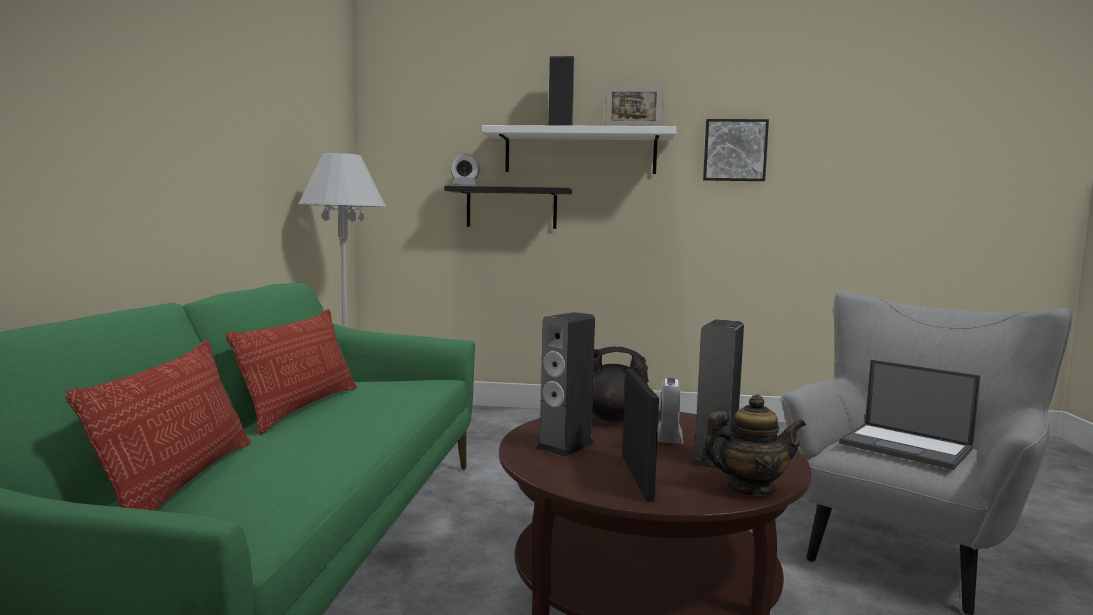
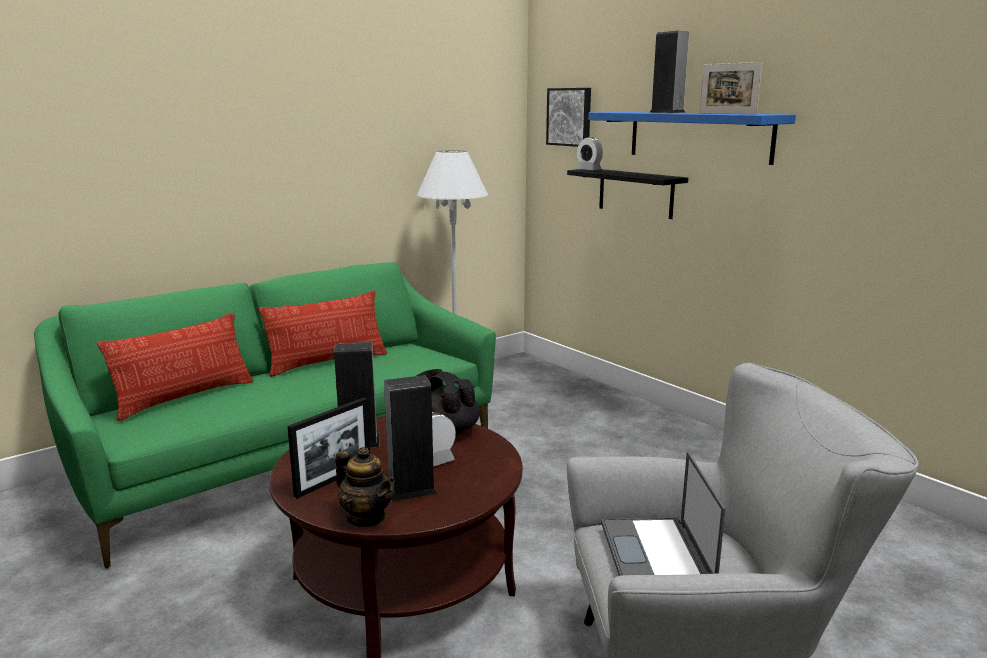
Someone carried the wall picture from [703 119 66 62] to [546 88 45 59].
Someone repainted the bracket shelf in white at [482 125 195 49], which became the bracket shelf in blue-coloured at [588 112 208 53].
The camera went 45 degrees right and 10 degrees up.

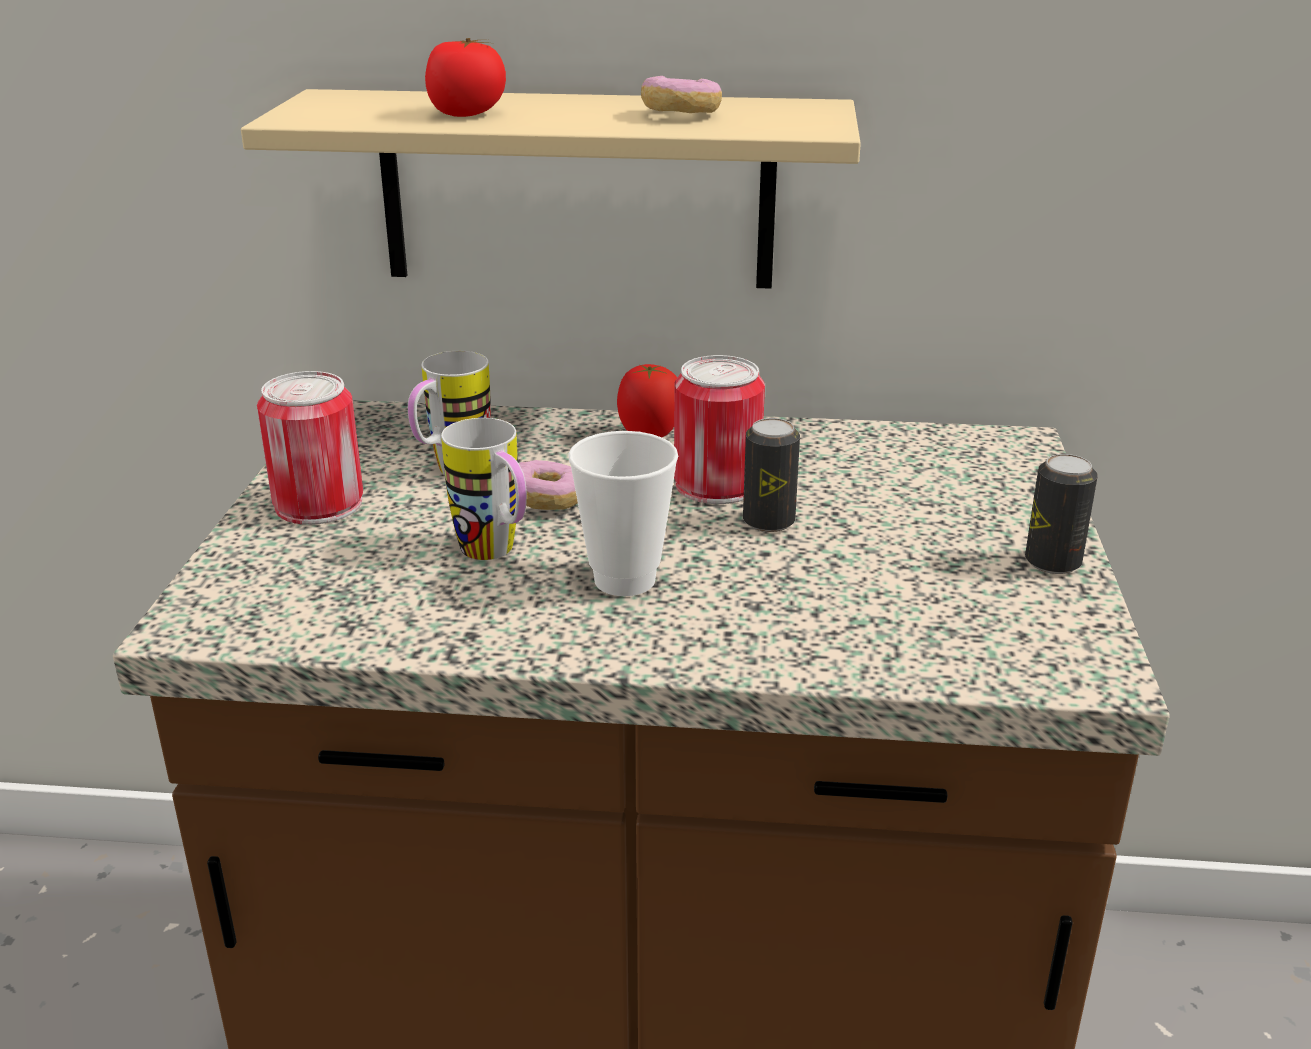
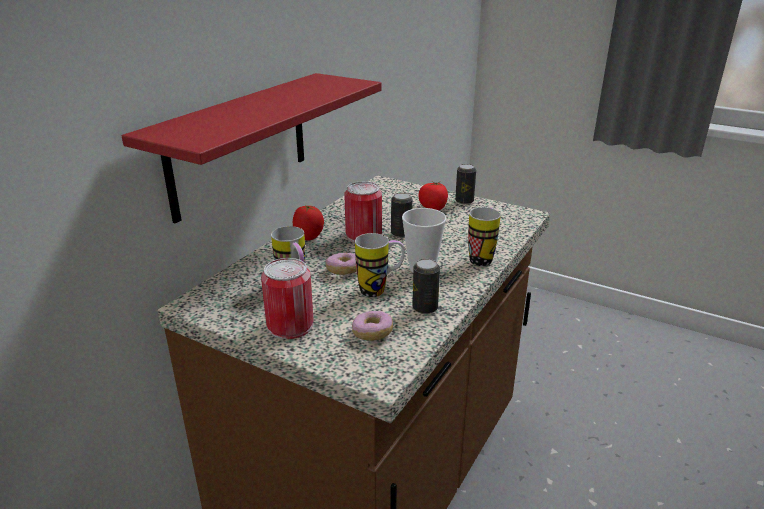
Someone repainted the bracket shelf in beige at [241 89 620 200], which became the bracket shelf in red-coloured at [122 73 259 150].
Someone carried the donut from [641 76 81 37] to [352 311 41 30].
Someone put down the sealed can at [412 259 28 55].
Someone carried the tomato from [425 38 81 79] to [418 181 30 29].
Someone put down the coffee mug at [468 207 33 59].
The camera went 65 degrees left and 0 degrees up.

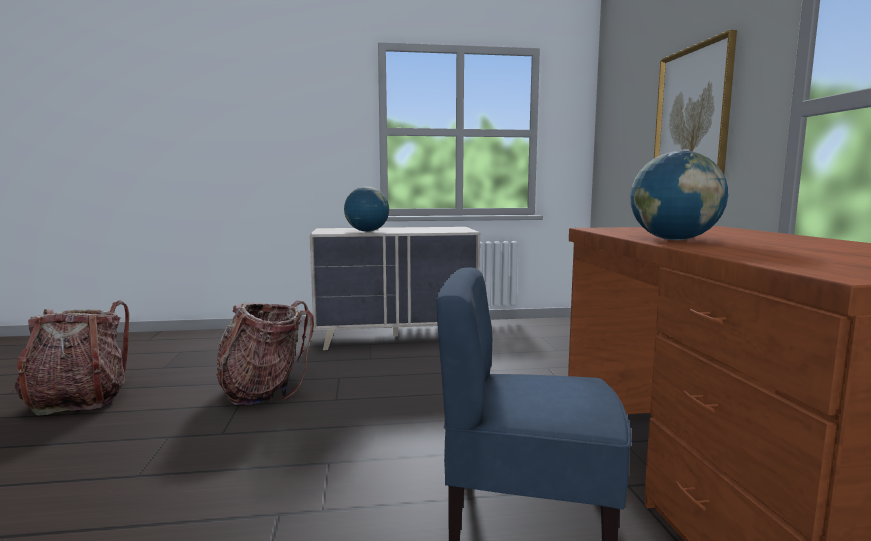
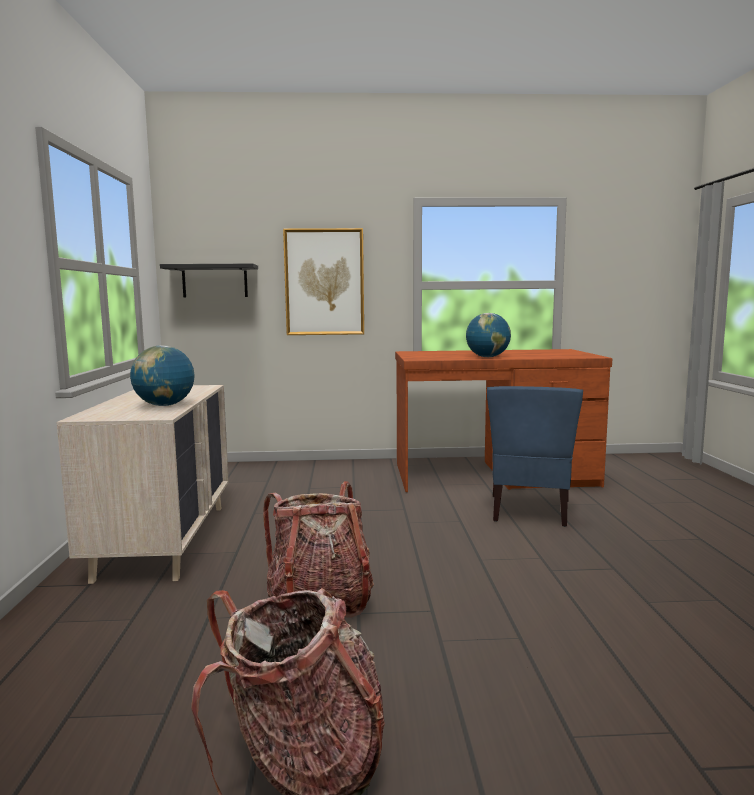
Someone put up the bracket shelf in blackish at [160 263 98 35].
The camera went 85 degrees left and 0 degrees up.

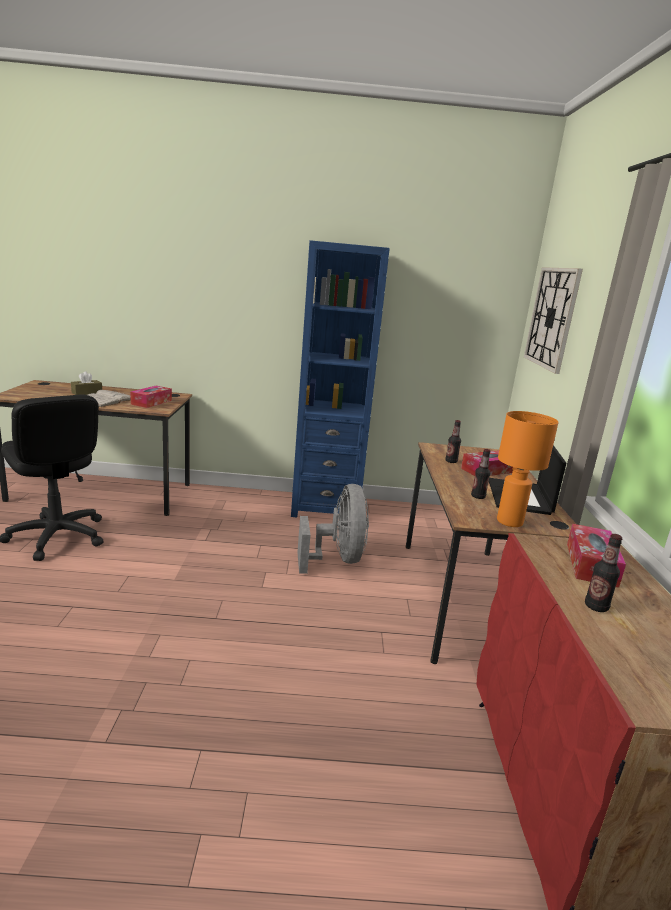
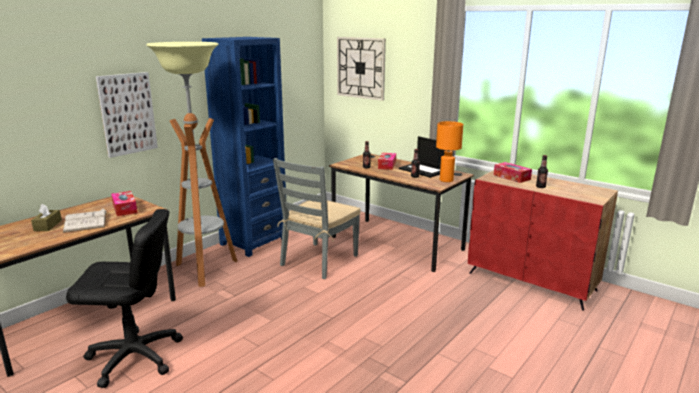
Someone put up the wall picture at [96 72 62 86].
Someone put down the standard lamp at [146 42 91 245].
Someone swapped the electric fan in greyish at [297 484 72 90] for the chair in greyish at [273 158 88 121].
The camera went 50 degrees left and 0 degrees up.

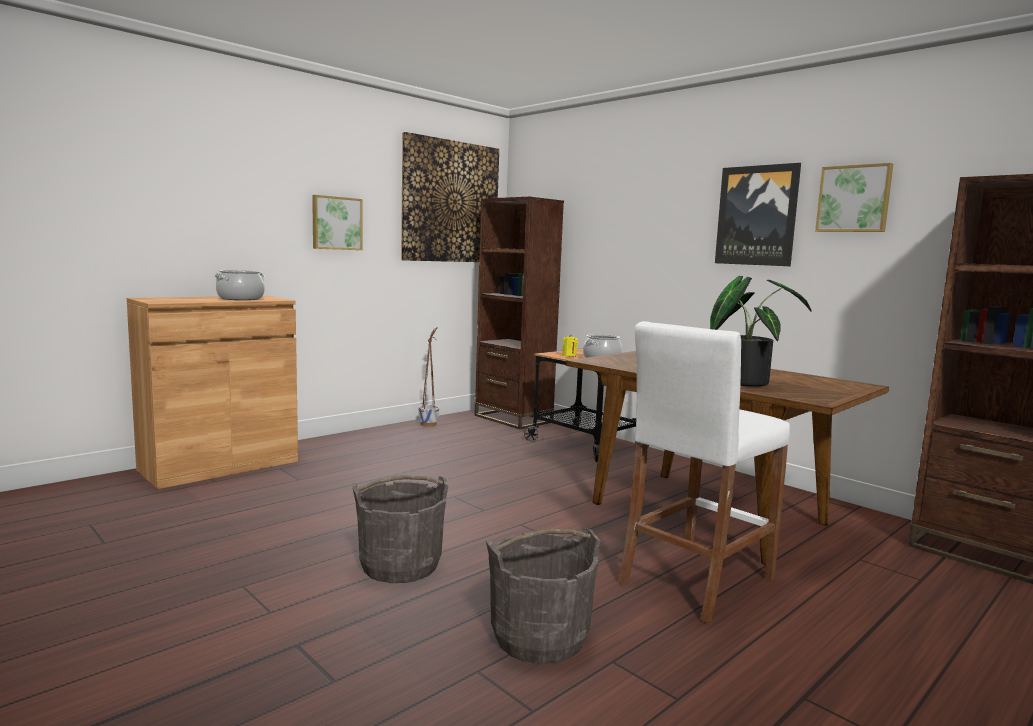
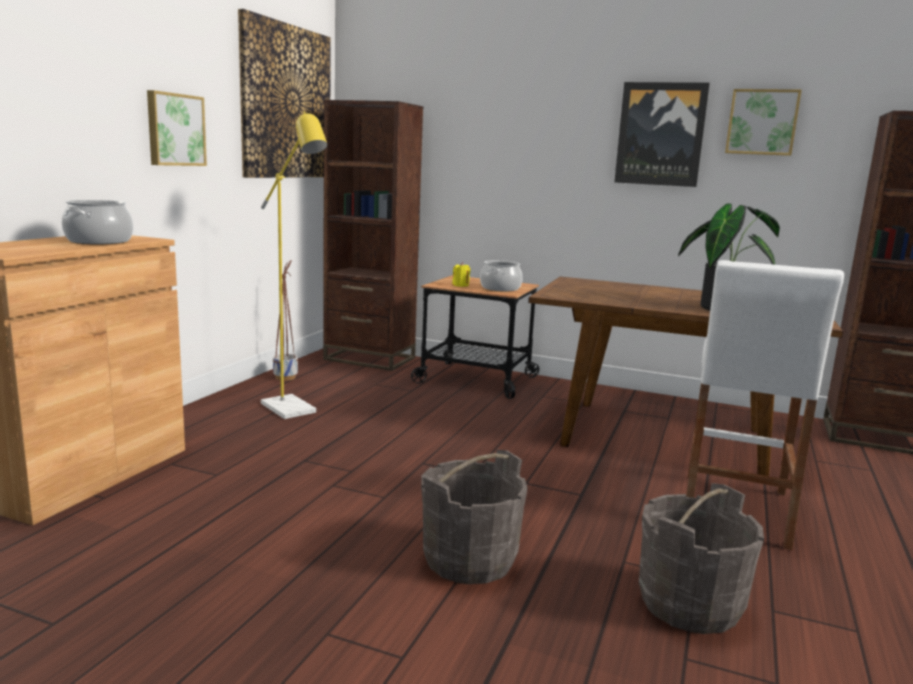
Someone put down the standard lamp in yellow at [261 111 66 308].
The camera went 25 degrees left and 5 degrees up.

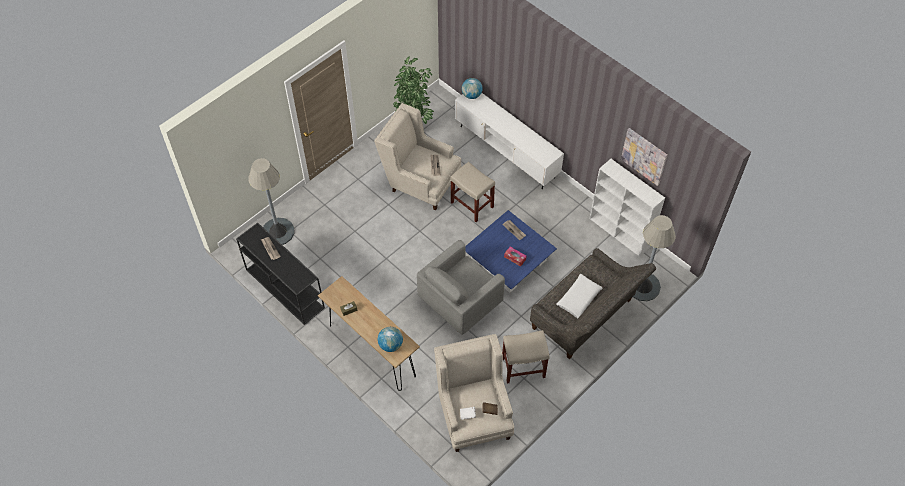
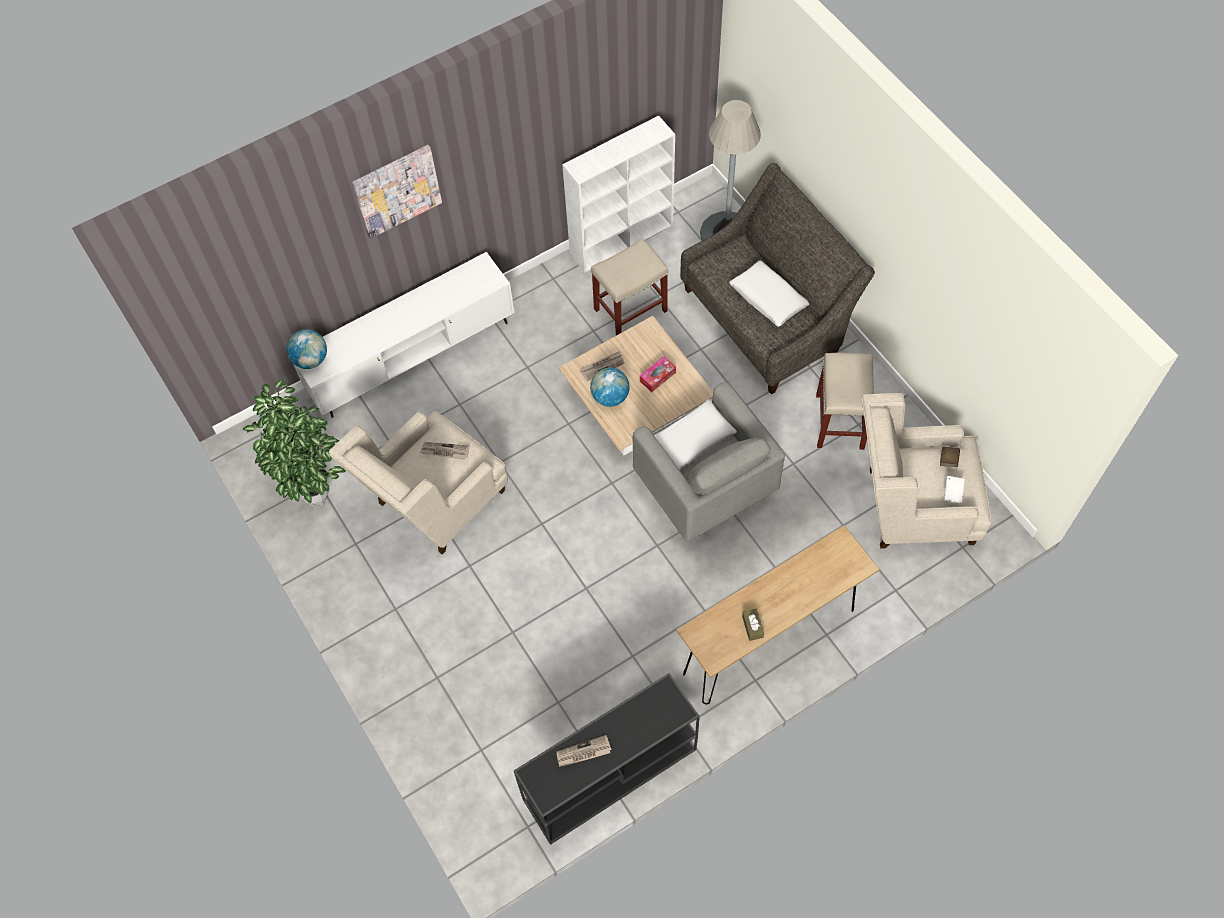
Someone carried the wall picture from [621 128 46 58] to [352 145 90 94].
Someone repainted the lounge table in blue-coloured at [465 210 92 83], which became the lounge table in beige at [558 316 155 140].
Someone carried the globe from [378 327 25 25] to [590 367 40 40].
Someone carried the stool in beige from [450 162 45 60] to [591 238 77 98].
Someone put down the throw pillow in white at [654 399 83 71].
Someone took away the standard lamp in greyish at [248 158 46 87].
The camera went 75 degrees left and 5 degrees up.

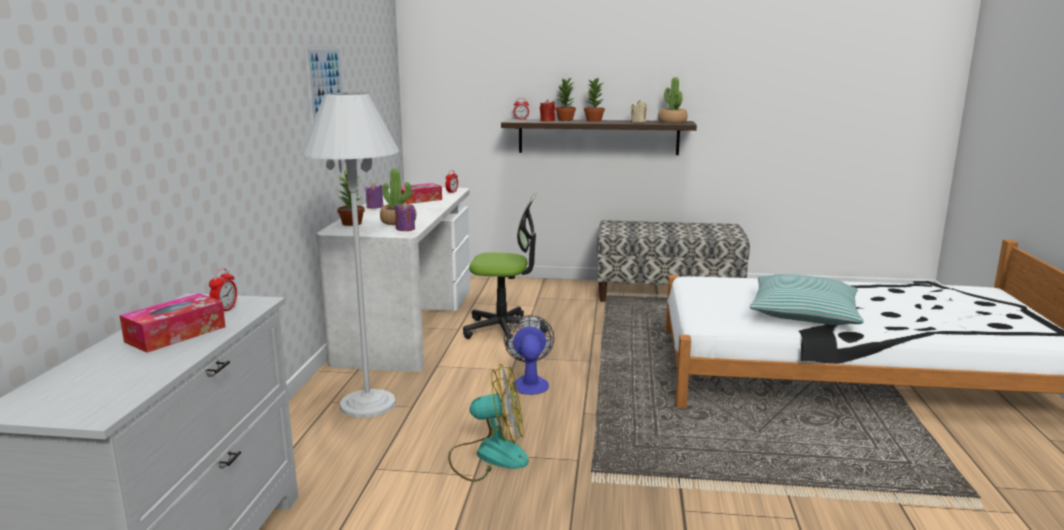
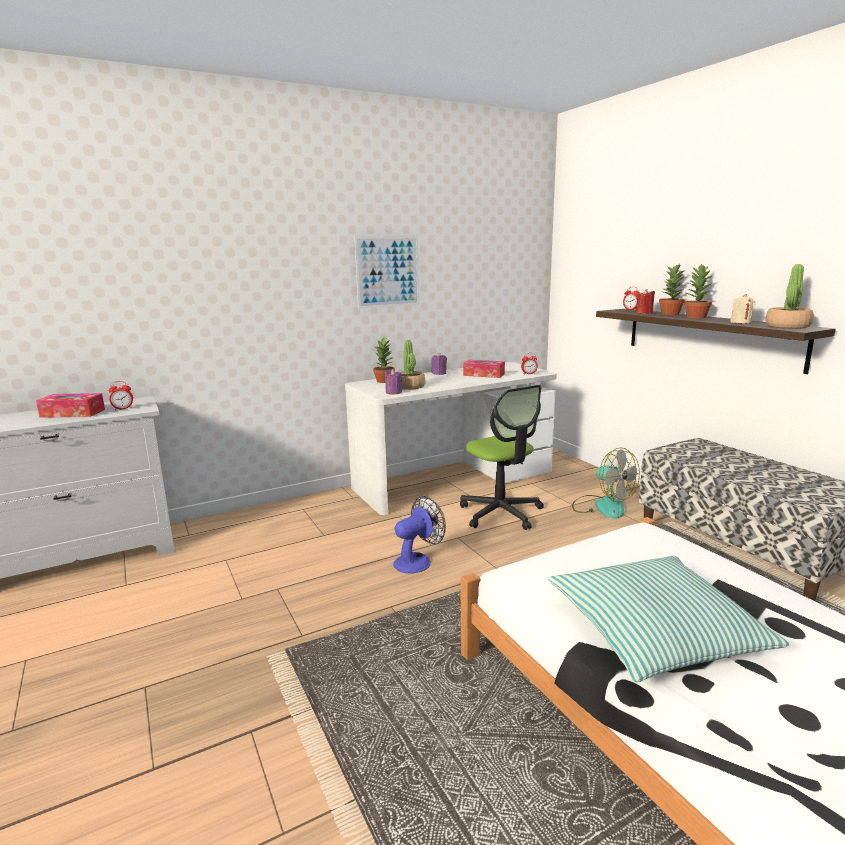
Someone carried the electric fan from [448 364 81 118] to [572 447 68 72].
Someone took away the standard lamp in white at [300 92 99 326].
The camera went 55 degrees right and 0 degrees up.

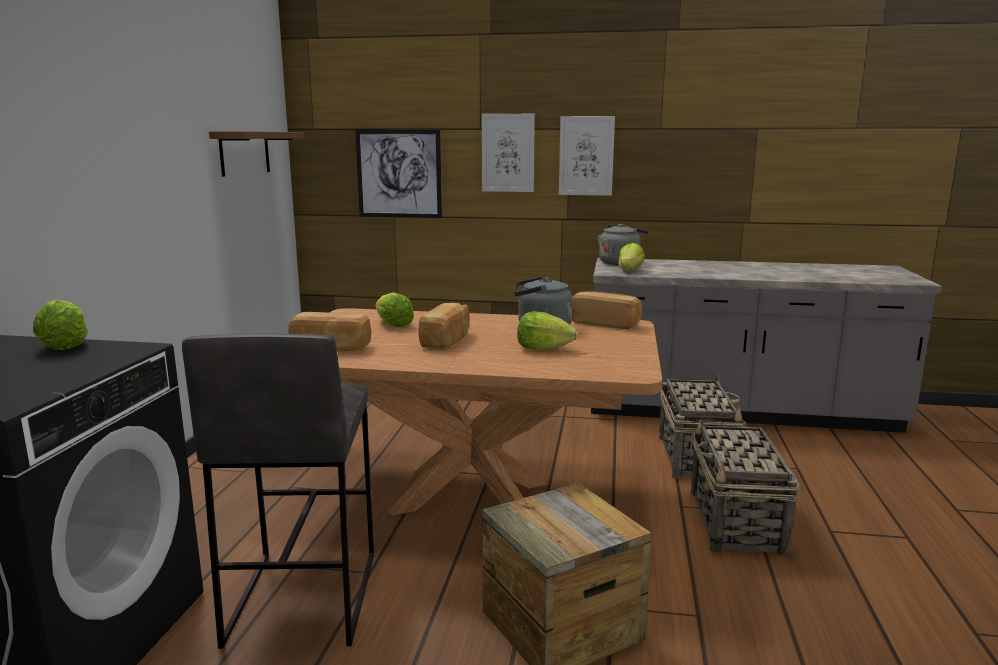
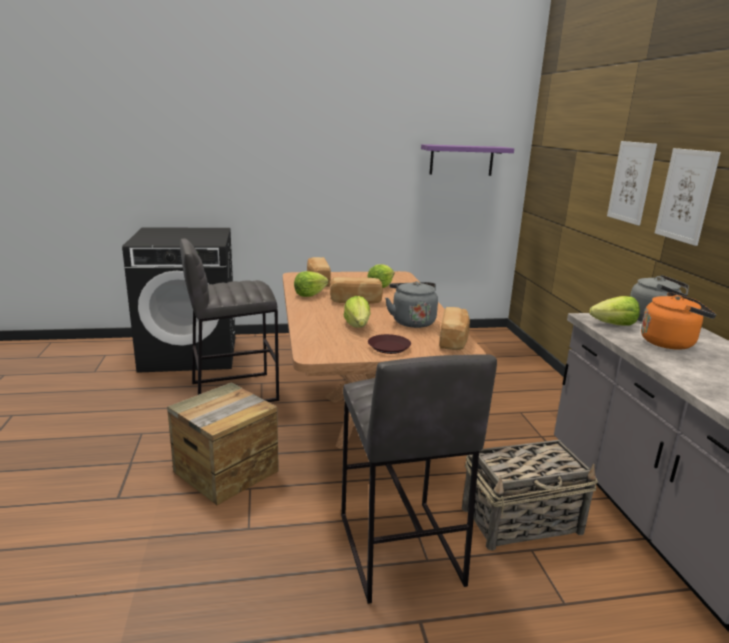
Someone carried the lettuce head from [33 299 55 51] to [294 271 35 26].
Someone swapped the basket at [690 418 110 138] for the stool in greyish at [341 354 156 250].
Someone put down the plate in brownish at [368 334 43 20].
Someone repainted the bracket shelf in brownish at [209 131 96 46], which became the bracket shelf in purple-coloured at [421 144 93 32].
Someone put down the water kettle in orangey at [641 292 75 58].
Someone took away the wall picture at [355 130 87 88].
The camera went 70 degrees right and 5 degrees up.

